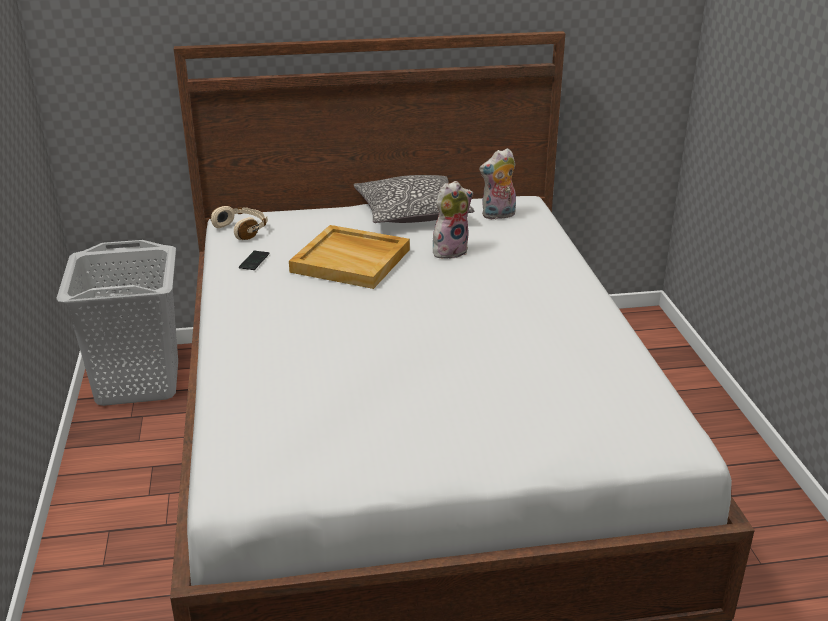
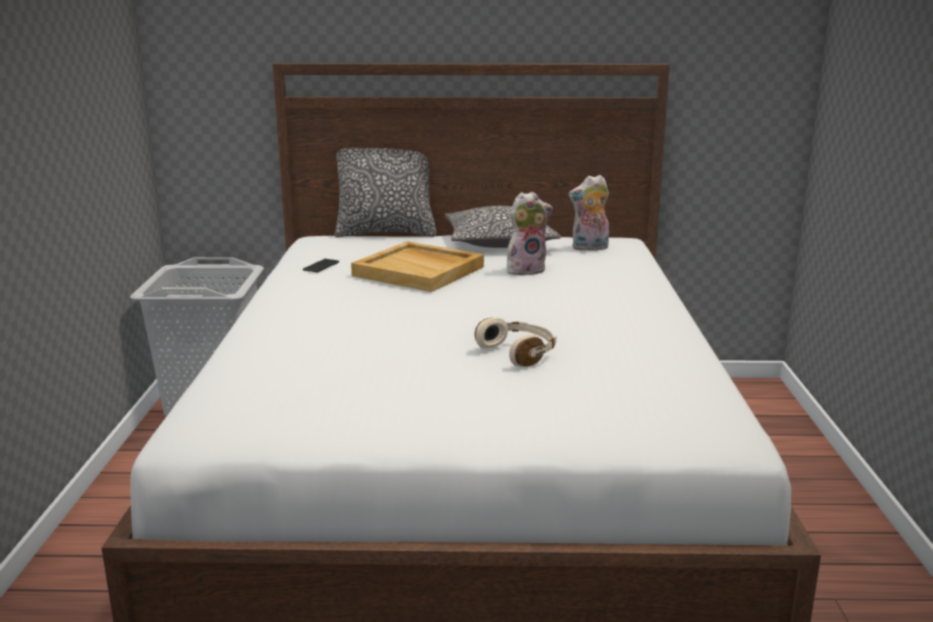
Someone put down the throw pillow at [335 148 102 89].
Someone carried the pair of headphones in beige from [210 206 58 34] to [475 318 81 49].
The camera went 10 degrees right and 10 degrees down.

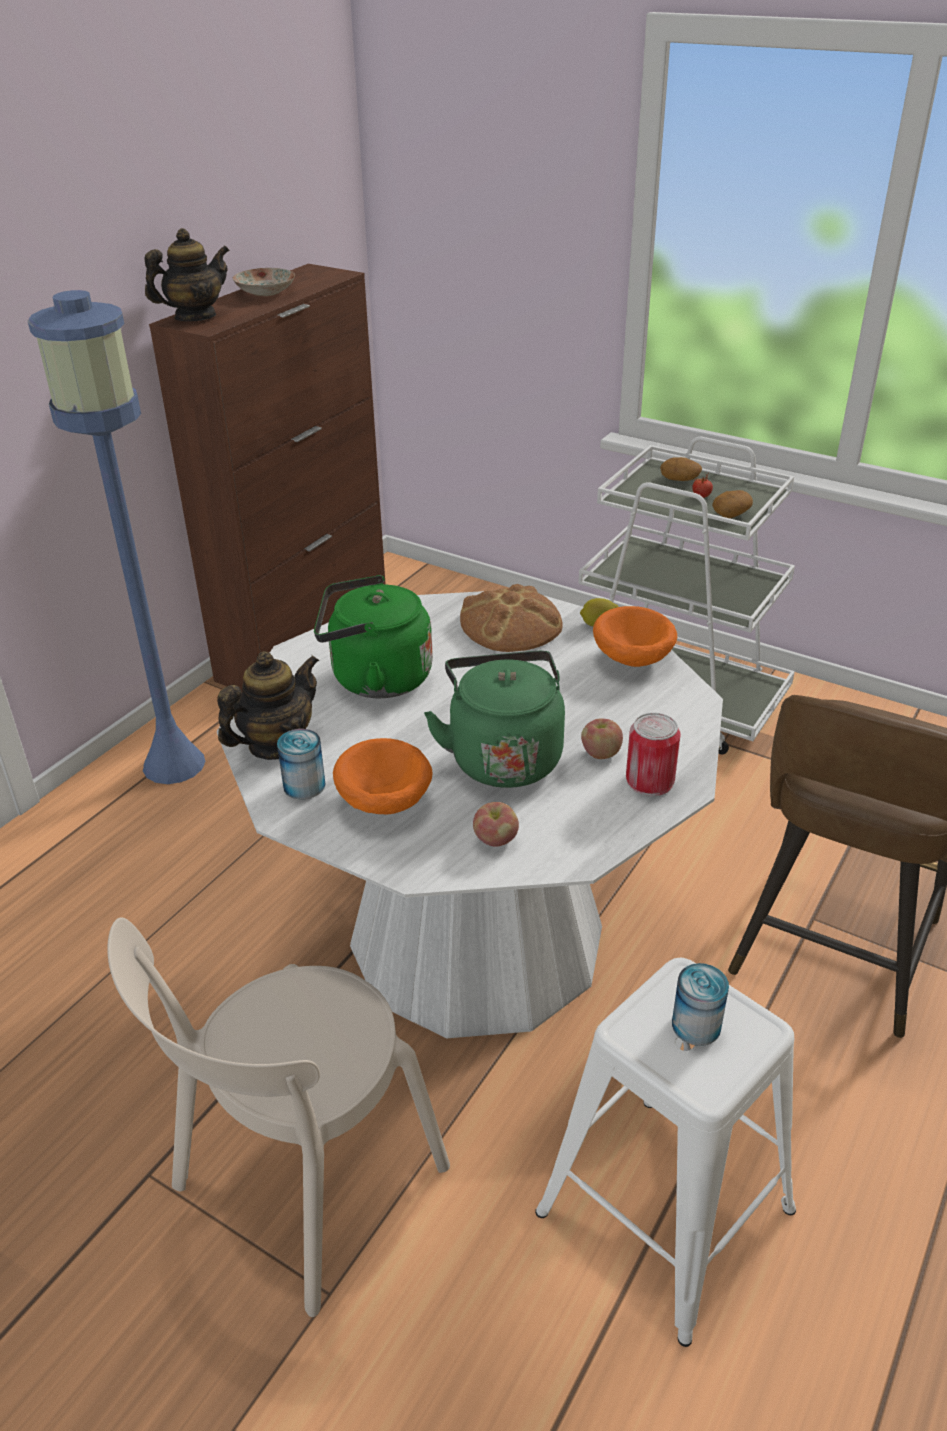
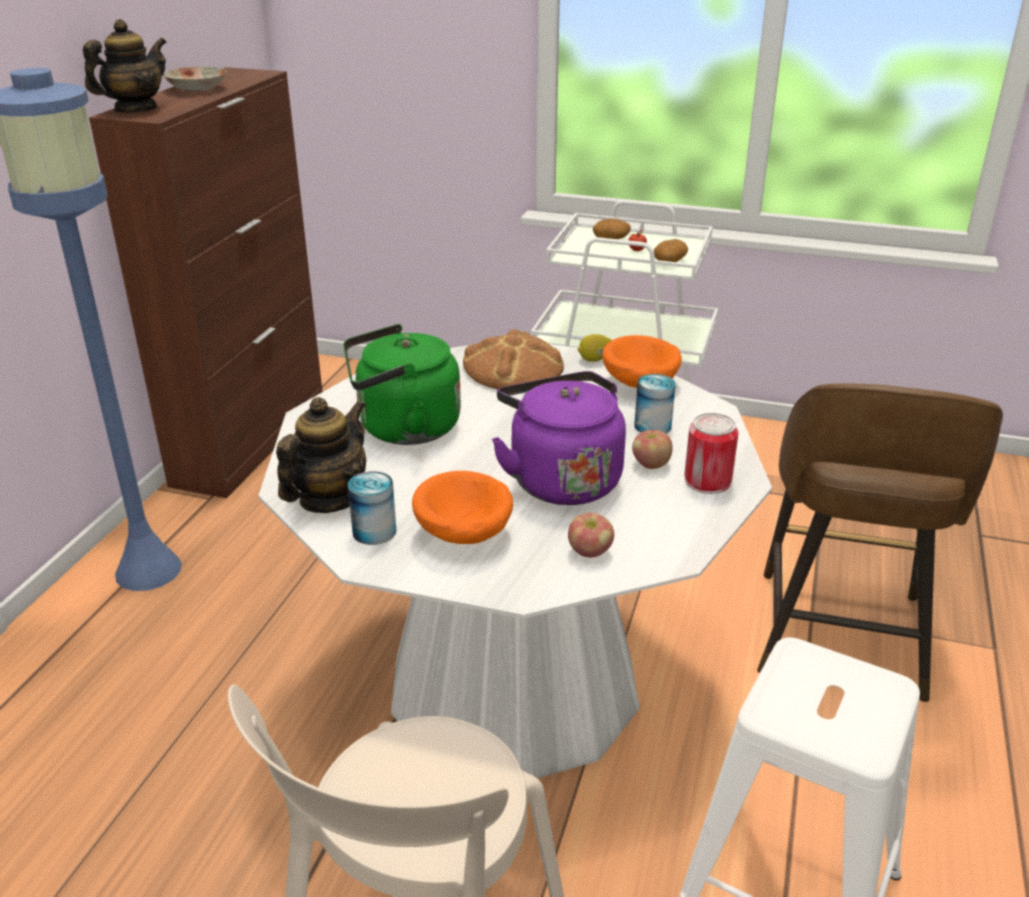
Someone repainted the water kettle in green at [424 651 141 137], which became the water kettle in purple-coloured at [492 371 134 134].
Someone carried the sealed can from [672 963 57 83] to [634 374 42 60].
The camera went 15 degrees left and 5 degrees down.

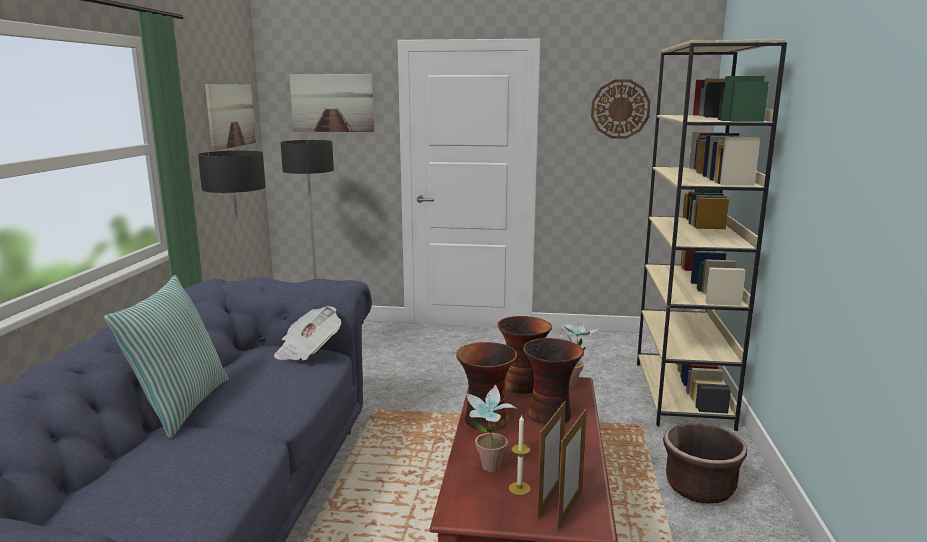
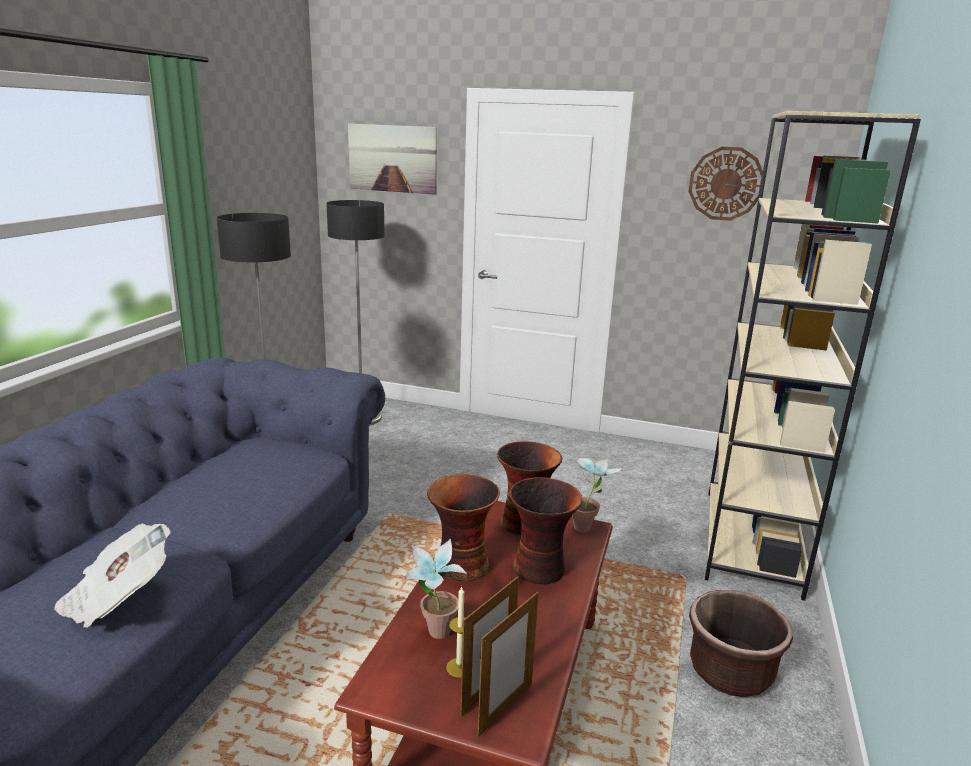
Someone carried the daily paper from [274 306 67 54] to [54 524 117 103].
Someone took away the throw pillow at [104 275 125 163].
Someone took away the wall picture at [205 84 51 67].
The camera went 10 degrees right and 5 degrees up.

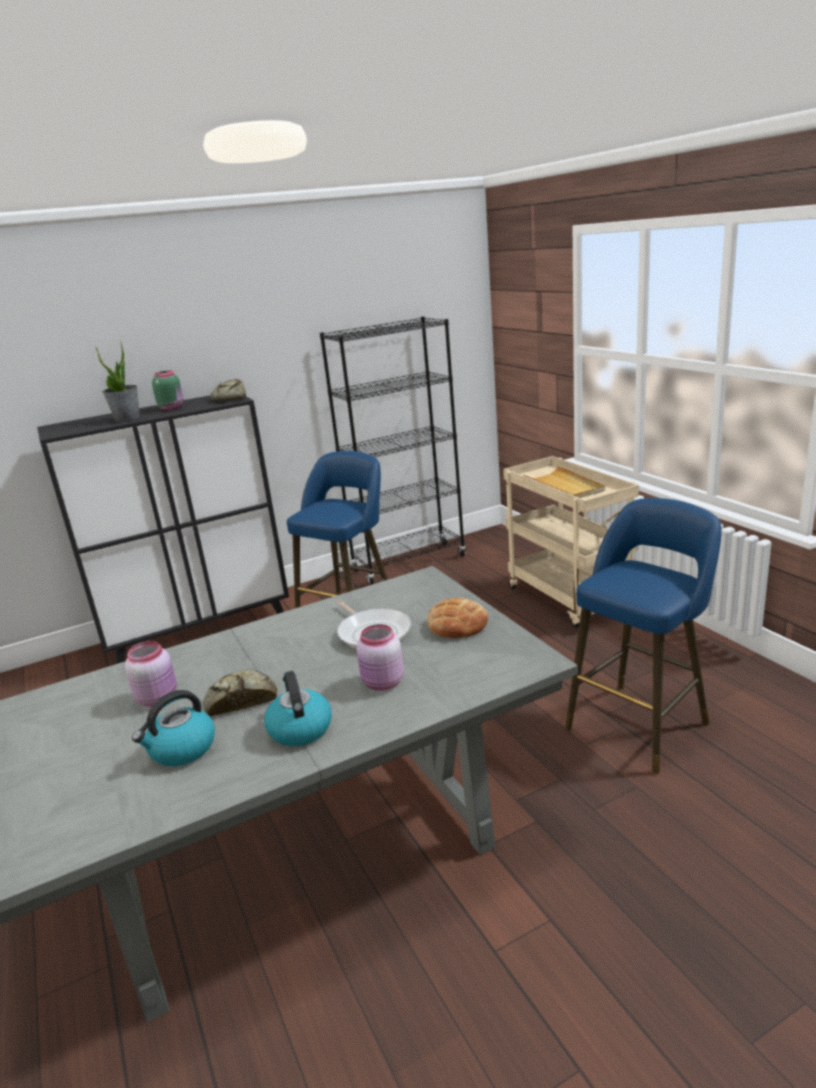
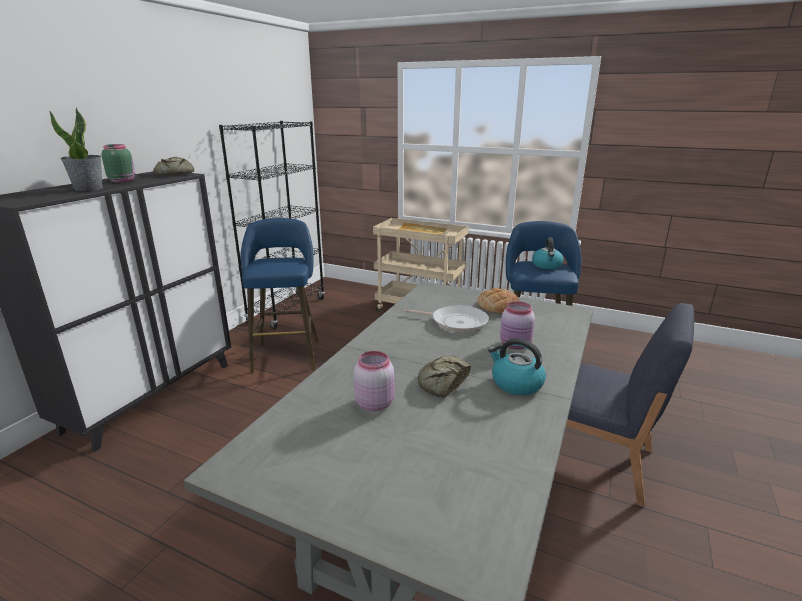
Someone carried the water kettle from [132 690 83 76] to [532 237 31 32].
Someone put down the chair in blue-coloured at [566 303 128 204].
The camera went 40 degrees left and 0 degrees up.

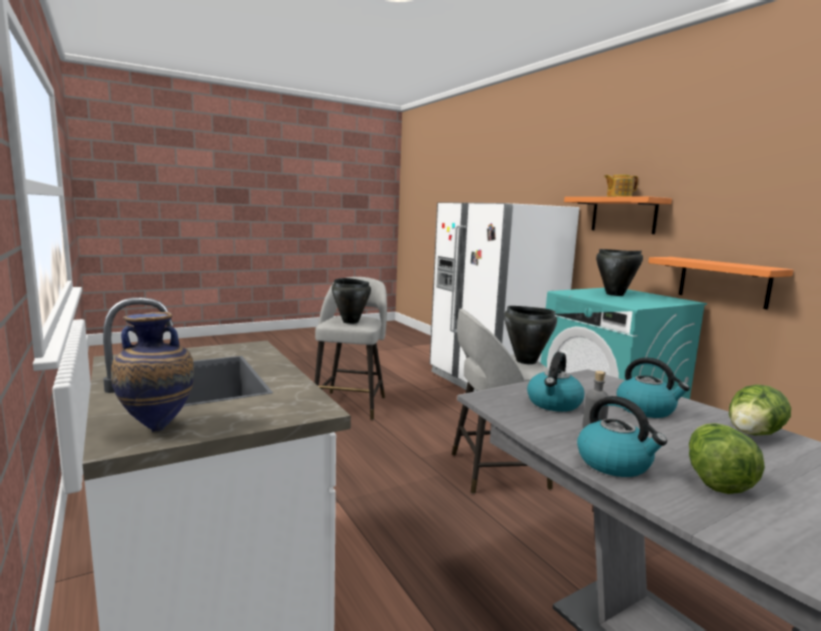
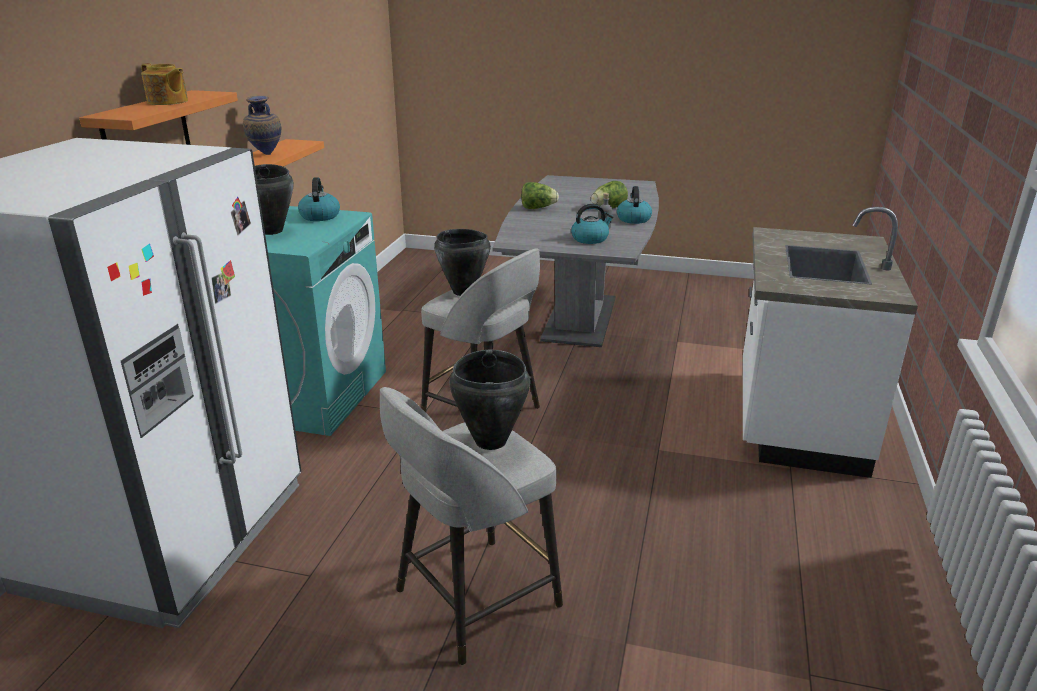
Someone carried the vase from [111 312 83 120] to [243 95 38 60].
Someone carried the water kettle from [616 357 74 61] to [298 178 42 43].
The camera went 135 degrees left and 15 degrees up.

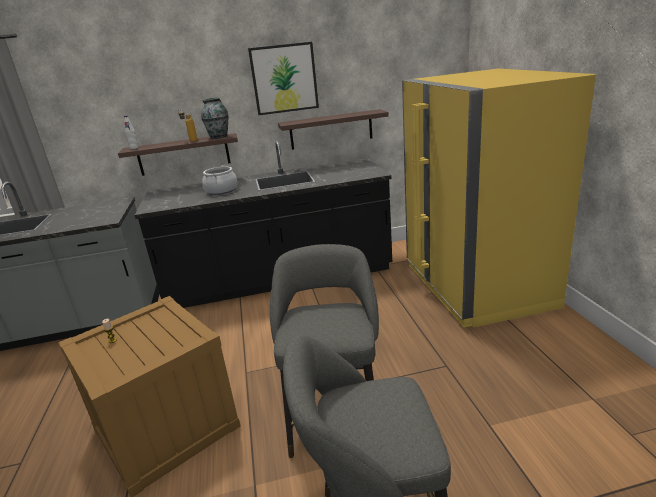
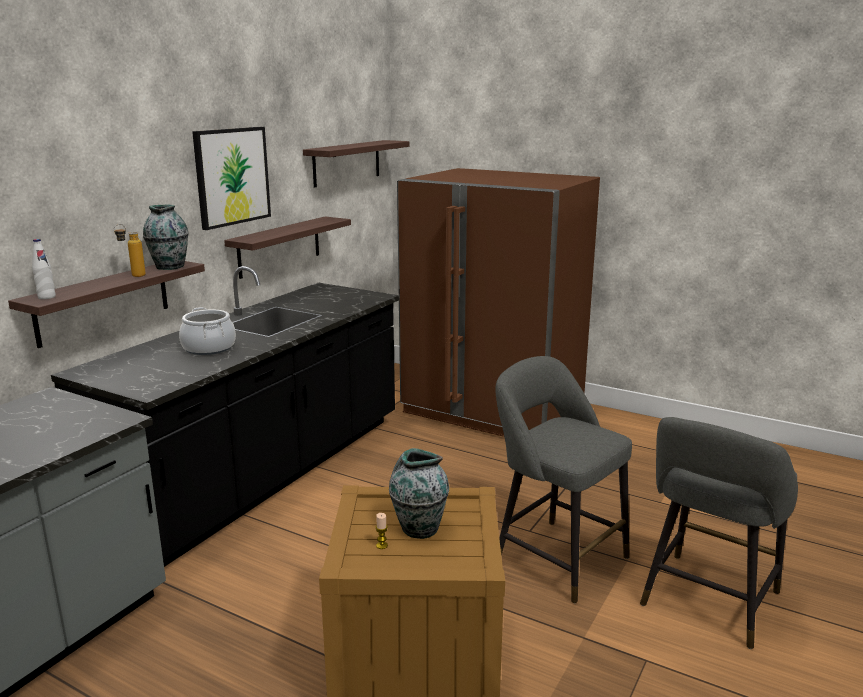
Someone put up the bracket shelf at [303 140 106 48].
Someone put down the vase at [389 448 60 91].
Someone repainted the fridge in yellow at [402 69 194 259], which became the fridge in brownish at [397 168 203 269].
The camera went 50 degrees left and 5 degrees down.

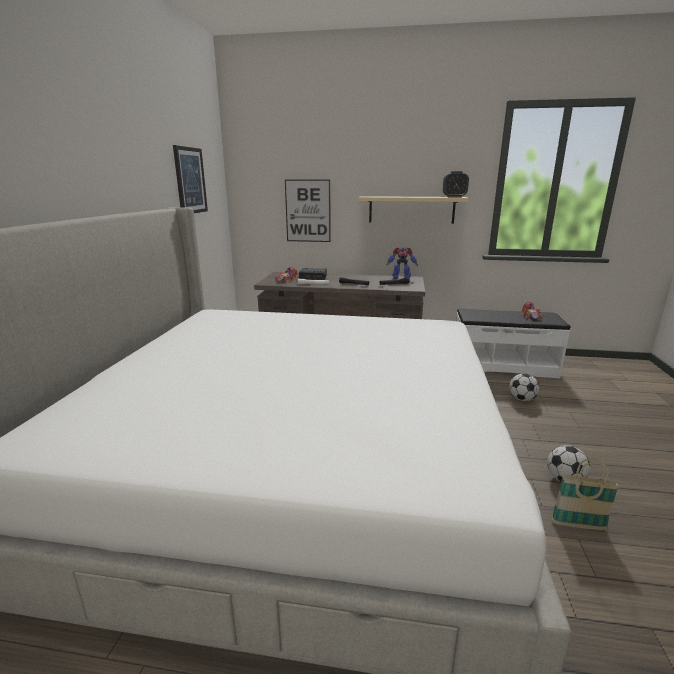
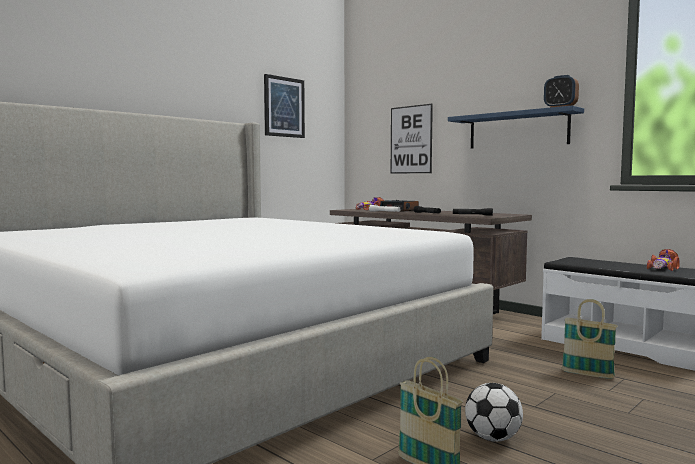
Someone repainted the bracket shelf in beige at [358 196 111 28], which became the bracket shelf in blue-coloured at [448 106 136 43].
Someone swapped the football at [509 373 31 28] for the basket at [562 299 56 80].
Someone took away the robot figure at [386 247 32 32].
The camera went 35 degrees right and 15 degrees down.

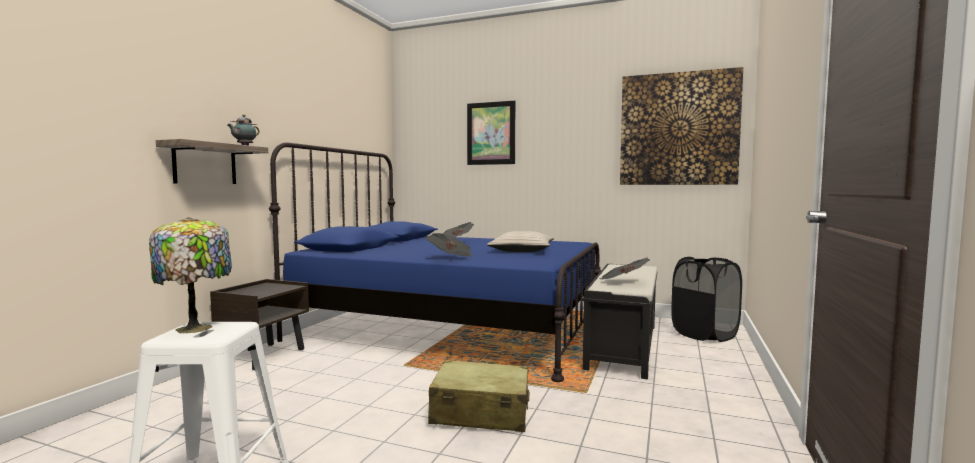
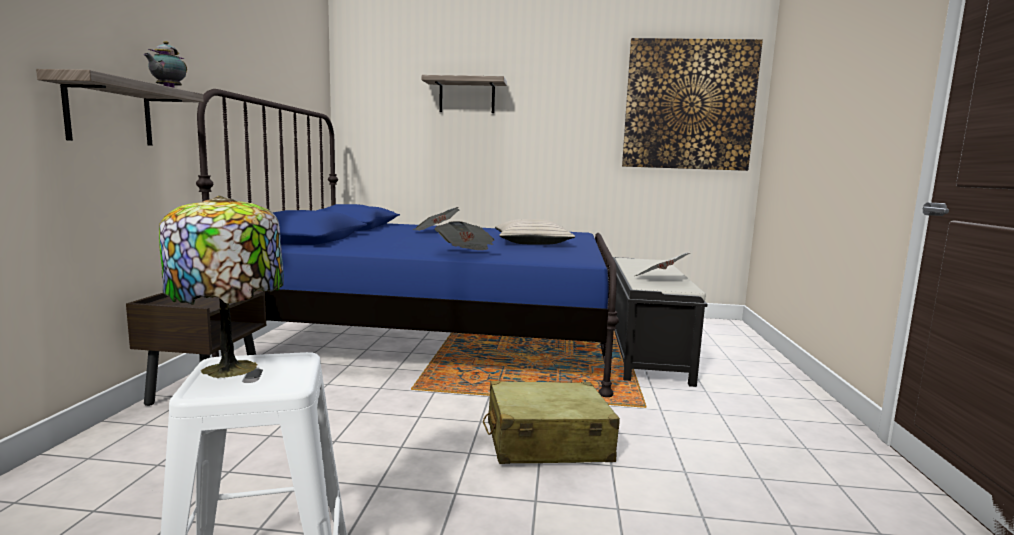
Someone swapped the wall picture at [467 101 48 64] for the bracket shelf at [422 75 85 38].
Someone took away the hamper in blackish at [671 257 71 85].
The camera went 15 degrees left and 5 degrees up.

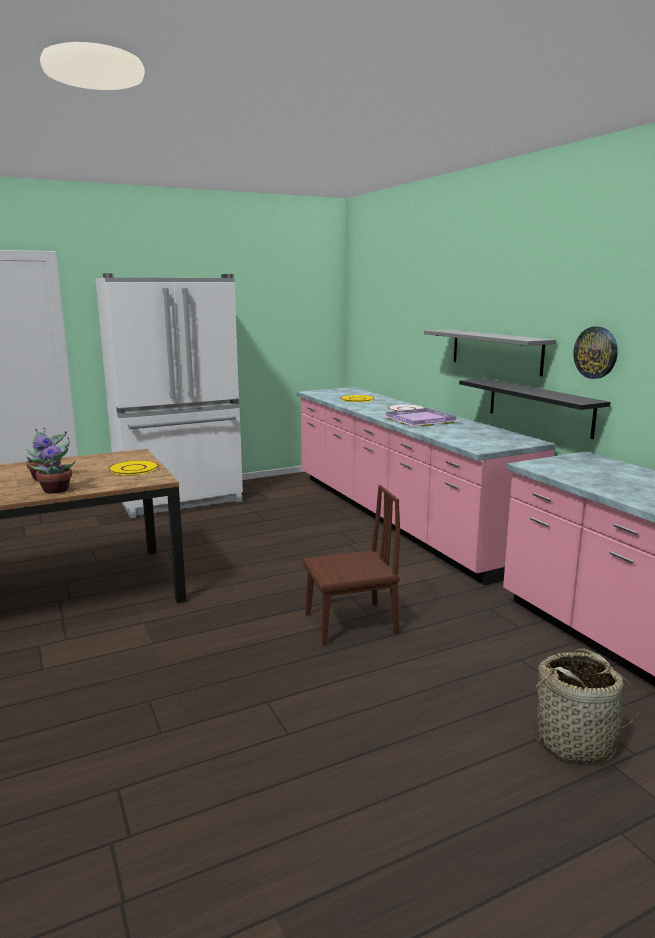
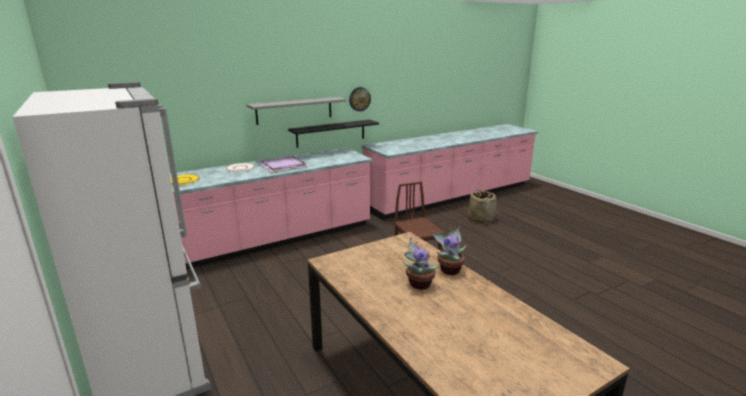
Someone took away the plate in yellow at [108 460 51 15].
The camera went 95 degrees left and 5 degrees up.

